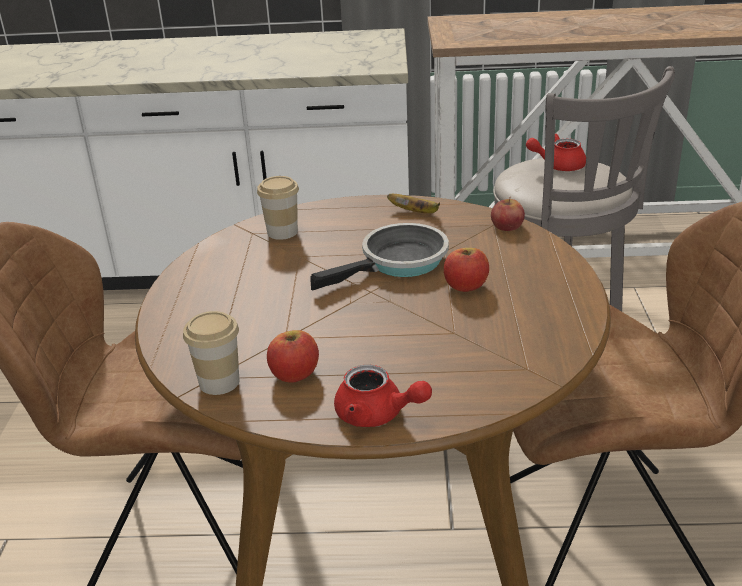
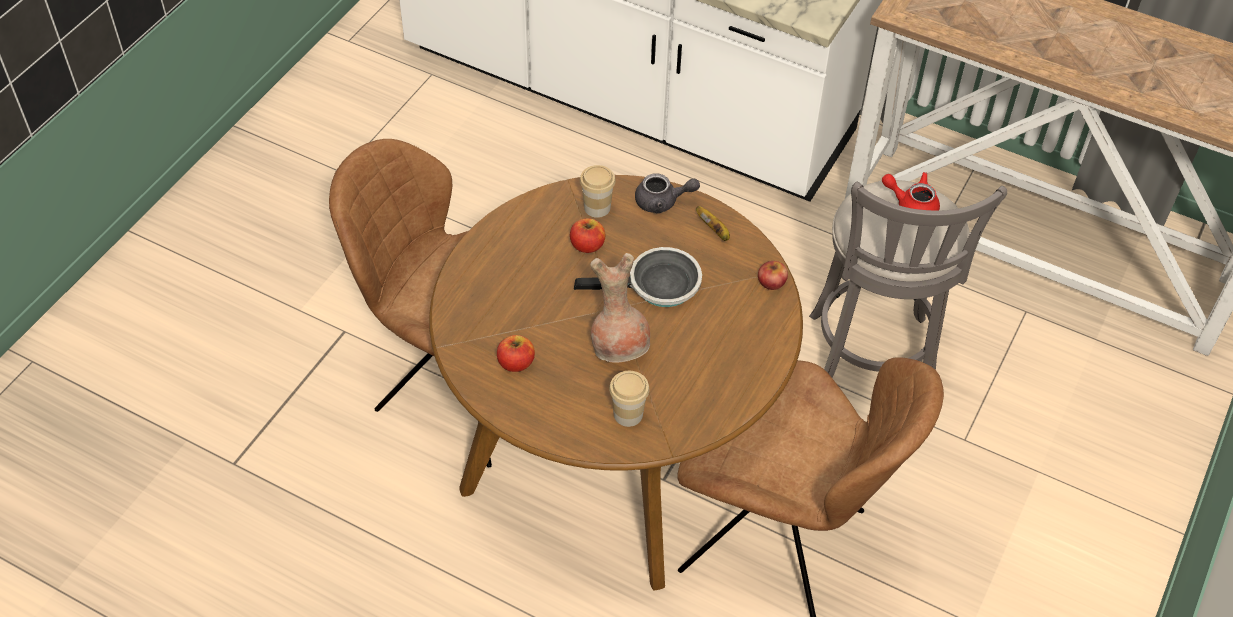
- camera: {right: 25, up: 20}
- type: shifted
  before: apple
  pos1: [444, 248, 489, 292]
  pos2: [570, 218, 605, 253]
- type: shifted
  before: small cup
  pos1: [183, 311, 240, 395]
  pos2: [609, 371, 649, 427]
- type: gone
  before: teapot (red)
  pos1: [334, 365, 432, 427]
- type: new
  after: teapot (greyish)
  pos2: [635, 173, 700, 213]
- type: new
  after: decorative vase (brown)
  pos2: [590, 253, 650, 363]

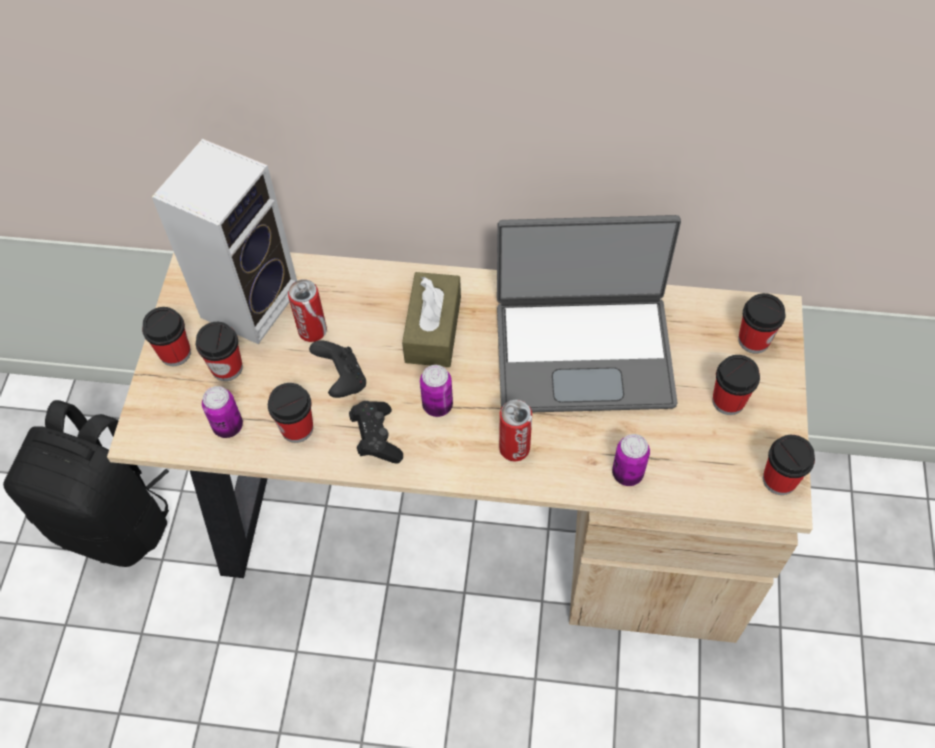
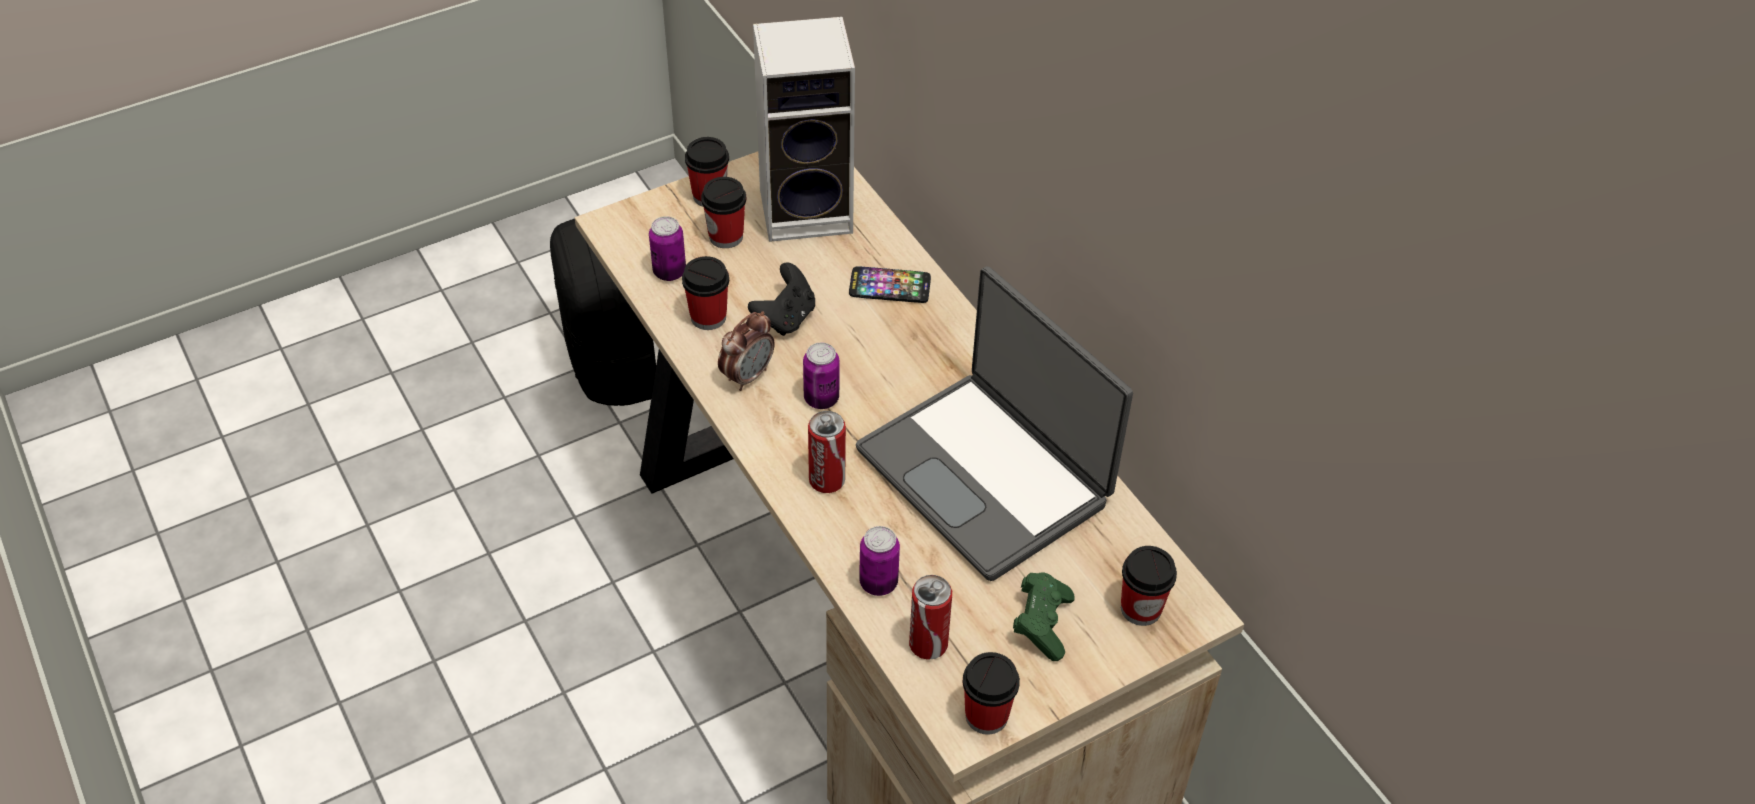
- camera: {right: 50, up: -10}
- type: gone
  before: box of tissues (brown)
  pos1: [402, 272, 461, 367]
- type: shifted
  before: metal can
  pos1: [288, 279, 327, 342]
  pos2: [909, 575, 952, 660]
- type: swapped
  before: small cup
  after: joypad (greenish)
  pos1: [712, 355, 760, 415]
  pos2: [1013, 573, 1075, 661]
- type: swapped
  before: joypad (blackish)
  after: bedside clock
  pos1: [349, 401, 403, 464]
  pos2: [718, 311, 775, 391]
- type: new
  after: telephone
  pos2: [849, 266, 931, 303]

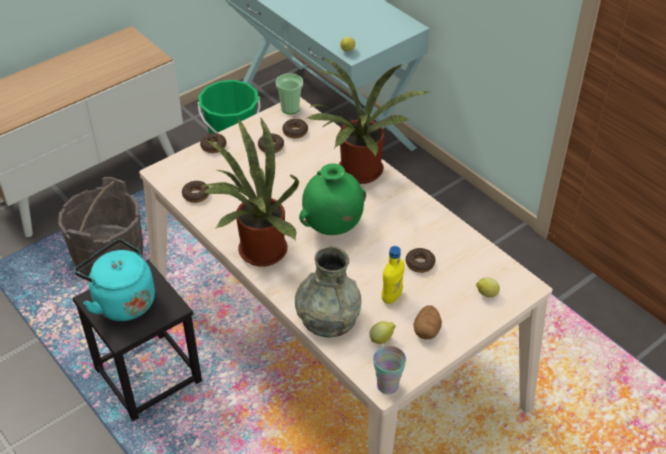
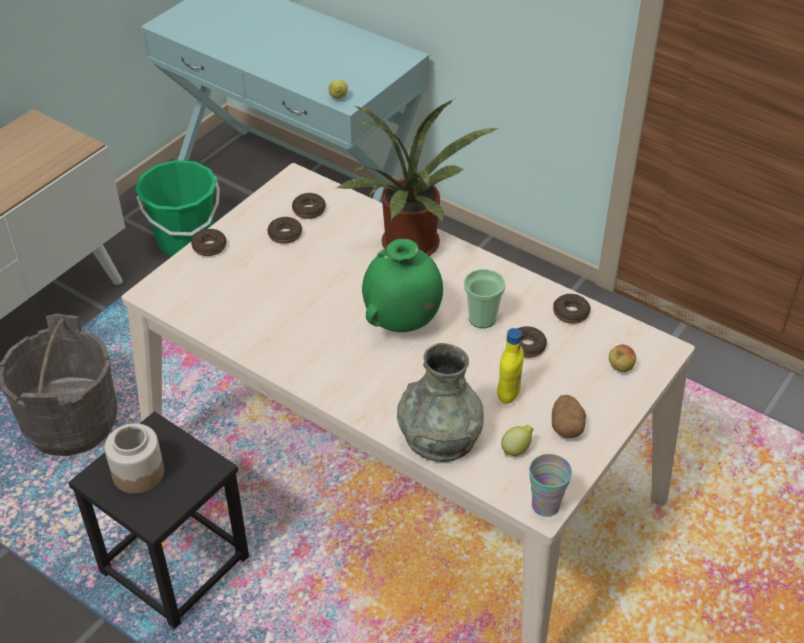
- camera: {right: -15, up: 0}
- type: shifted
  before: small cup
  pos1: [276, 73, 303, 114]
  pos2: [464, 269, 505, 328]
- type: gone
  before: potted plant
  pos1: [200, 117, 299, 267]
- type: shifted
  before: donut
  pos1: [182, 181, 209, 203]
  pos2: [553, 294, 591, 324]
- type: swapped
  before: kettle (turquoise-coloured)
  after: jar
  pos1: [74, 239, 155, 321]
  pos2: [104, 423, 164, 494]
- type: swapped
  before: whole lemon
  after: apple
  pos1: [476, 278, 500, 297]
  pos2: [609, 345, 636, 372]

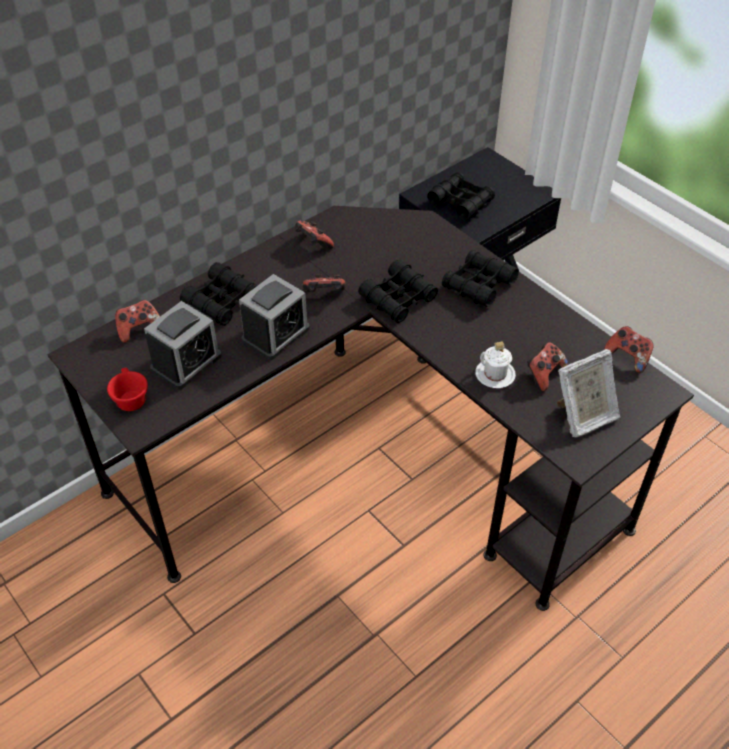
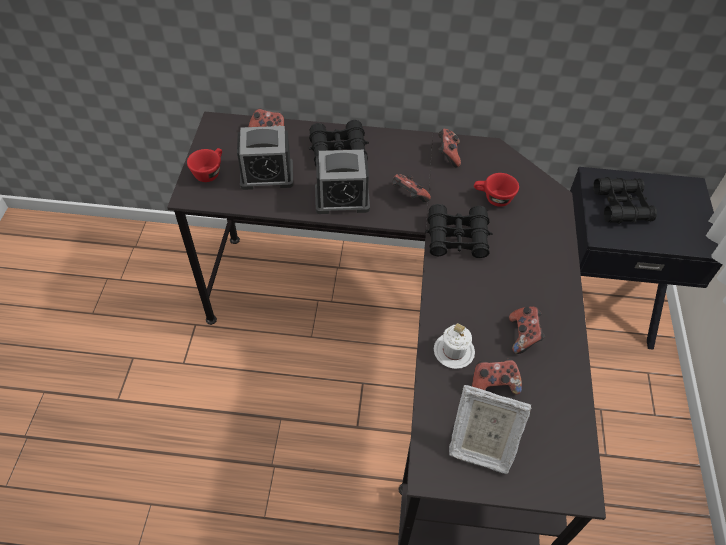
- camera: {right: 45, up: 5}
- type: gone
  before: field glasses (blackish)
  pos1: [442, 250, 519, 307]
- type: shifted
  before: joypad
  pos1: [604, 326, 654, 373]
  pos2: [509, 307, 545, 354]
- type: new
  after: small cup (red)
  pos2: [474, 173, 519, 207]

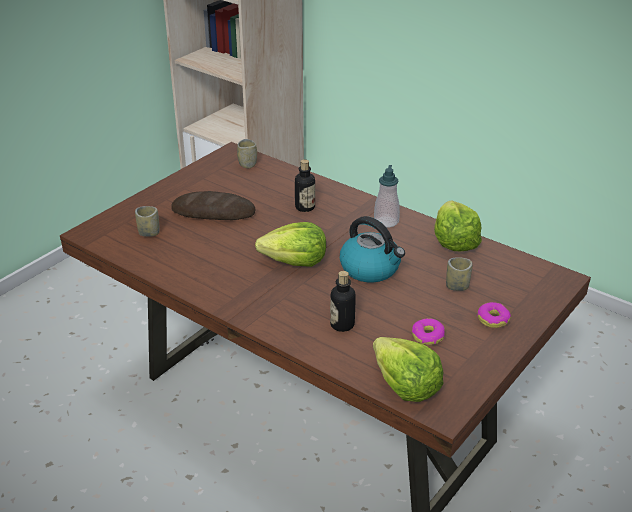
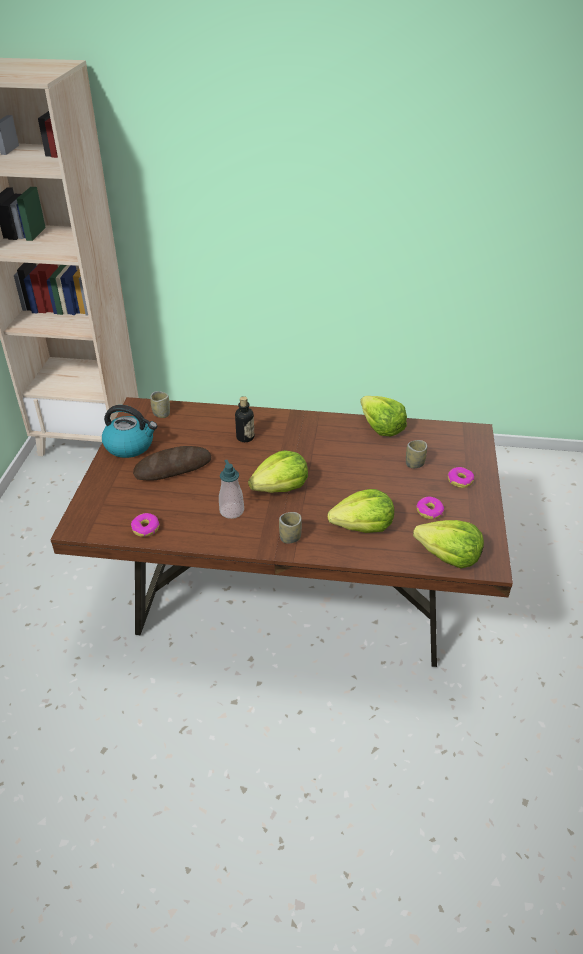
- camera: {right: -30, up: 5}
- type: shifted
  before: liquid soap bottle
  pos1: [374, 165, 400, 228]
  pos2: [219, 460, 244, 519]
- type: shifted
  before: small cup
  pos1: [135, 206, 160, 237]
  pos2: [279, 512, 302, 544]
- type: shifted
  before: kettle
  pos1: [340, 216, 405, 283]
  pos2: [102, 405, 157, 458]
- type: swapped
  before: bottle
  after: lettuce
  pos1: [330, 271, 356, 332]
  pos2: [328, 489, 394, 533]
- type: new
  after: donut
  pos2: [131, 513, 160, 537]

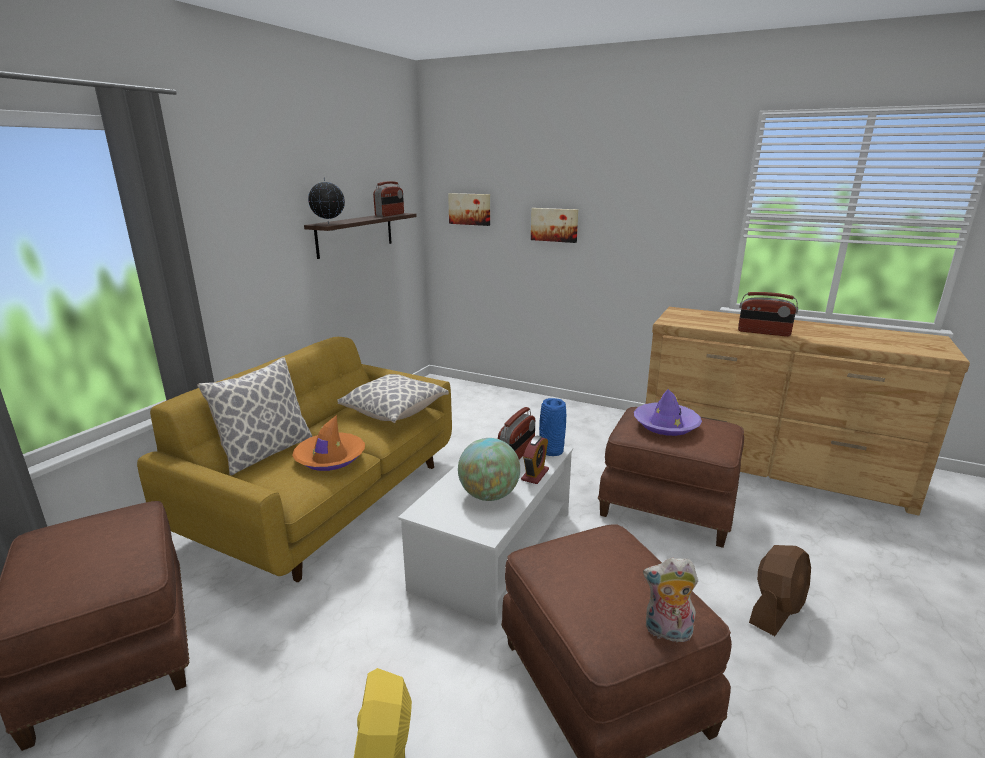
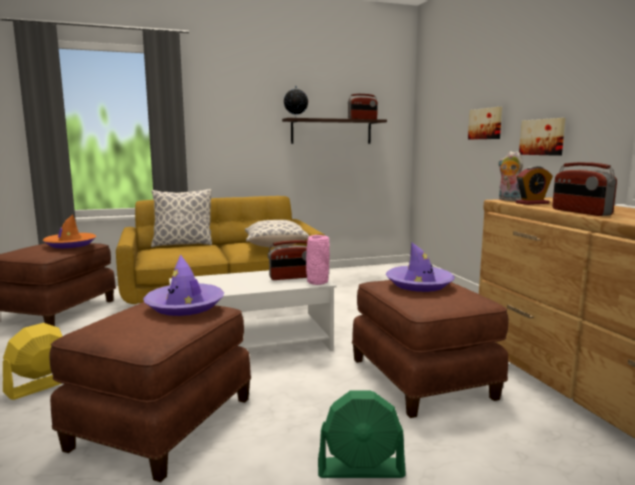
- camera: {right: 45, up: -10}
- type: shifted
  before: picture
  pos1: [448, 193, 490, 226]
  pos2: [519, 118, 566, 156]
- type: repainted
  before: decorative vase (bluish)
  after: decorative vase (pink)
  pos1: [539, 398, 566, 456]
  pos2: [306, 235, 330, 285]
- type: shifted
  before: wearable hat (orange)
  pos1: [292, 415, 365, 471]
  pos2: [43, 214, 96, 248]
- type: shifted
  before: bedside clock
  pos1: [521, 436, 549, 484]
  pos2: [516, 166, 553, 205]
- type: gone
  before: globe
  pos1: [458, 438, 520, 501]
- type: repainted
  before: cooling fan (brown)
  after: cooling fan (greenish)
  pos1: [749, 545, 811, 636]
  pos2: [318, 390, 406, 478]
- type: shifted
  before: plush toy
  pos1: [643, 558, 698, 643]
  pos2: [498, 151, 523, 201]
- type: new
  after: wearable hat (purple)
  pos2: [143, 254, 224, 316]

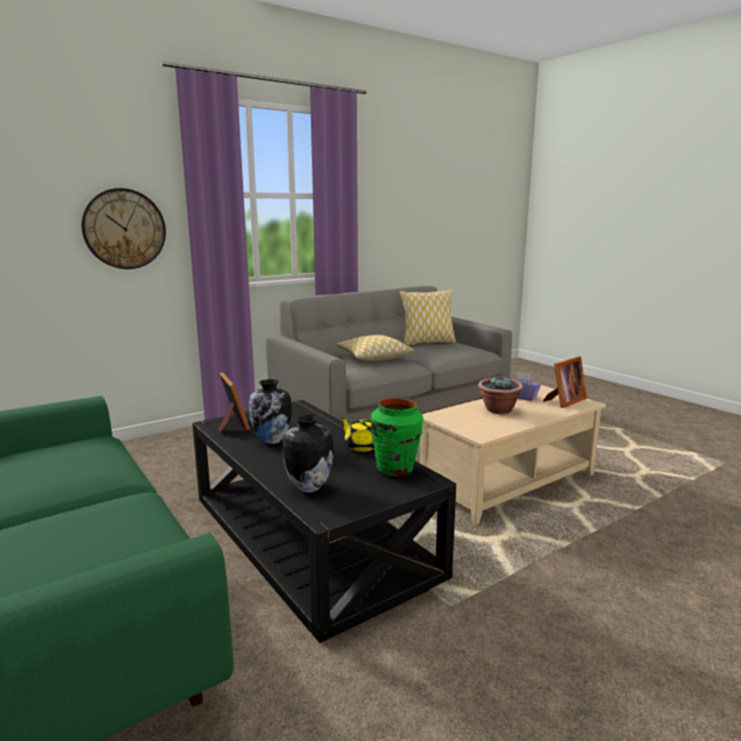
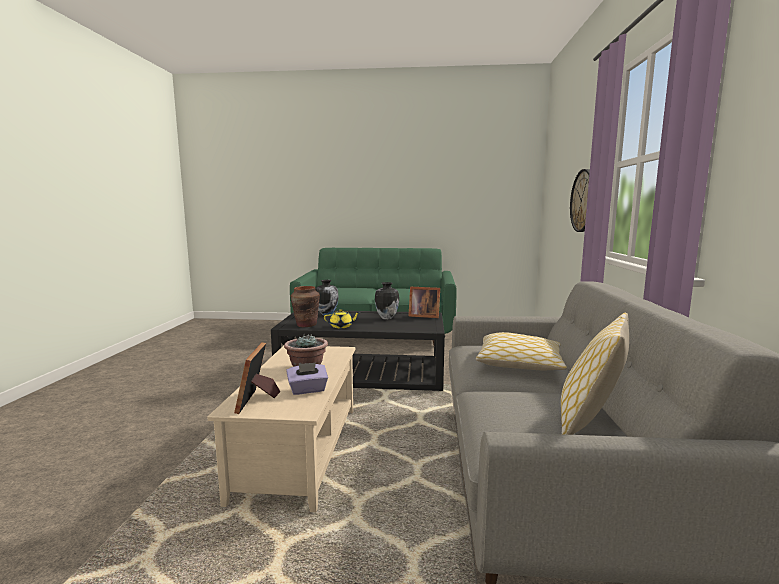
- camera: {right: 130, up: -5}
- type: repainted
  before: decorative vase (greenish)
  after: decorative vase (brown)
  pos1: [371, 398, 423, 476]
  pos2: [290, 286, 320, 327]

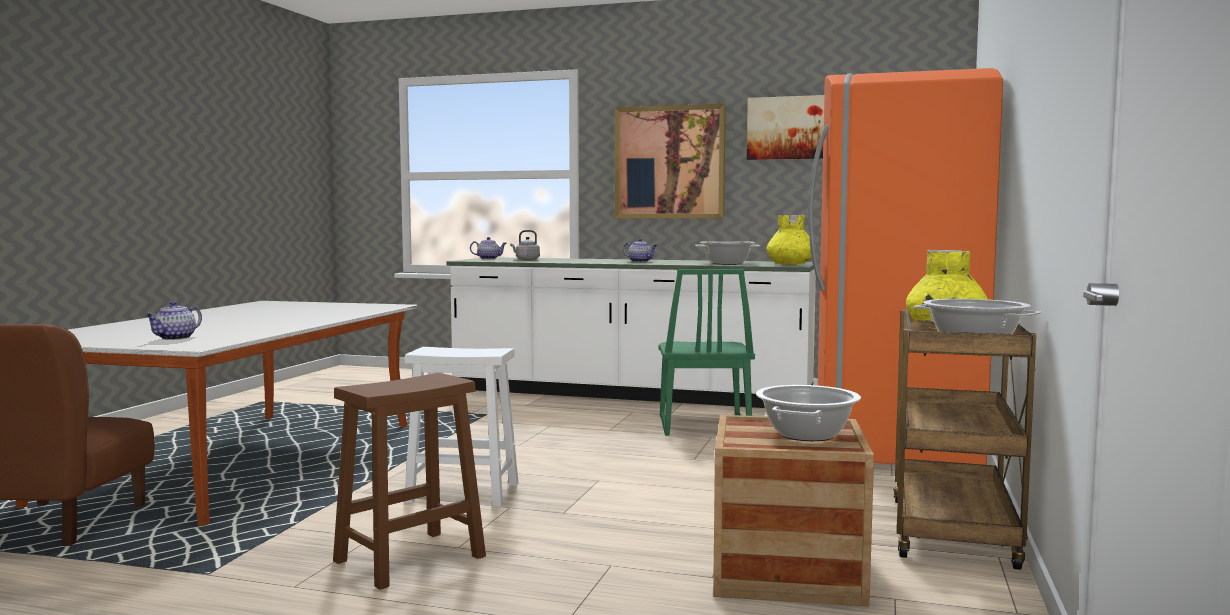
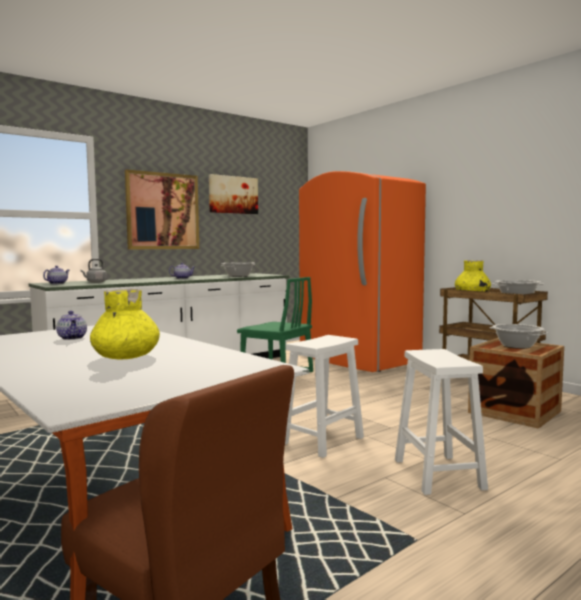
- camera: {right: -55, up: 0}
- type: shifted
  before: decorative vase (yellow)
  pos1: [766, 215, 816, 265]
  pos2: [90, 288, 160, 360]
- type: shifted
  before: teapot
  pos1: [145, 301, 202, 340]
  pos2: [56, 311, 87, 340]
- type: repainted
  before: sitting stool (brown)
  after: sitting stool (whitish)
  pos1: [333, 373, 486, 590]
  pos2: [395, 349, 488, 495]

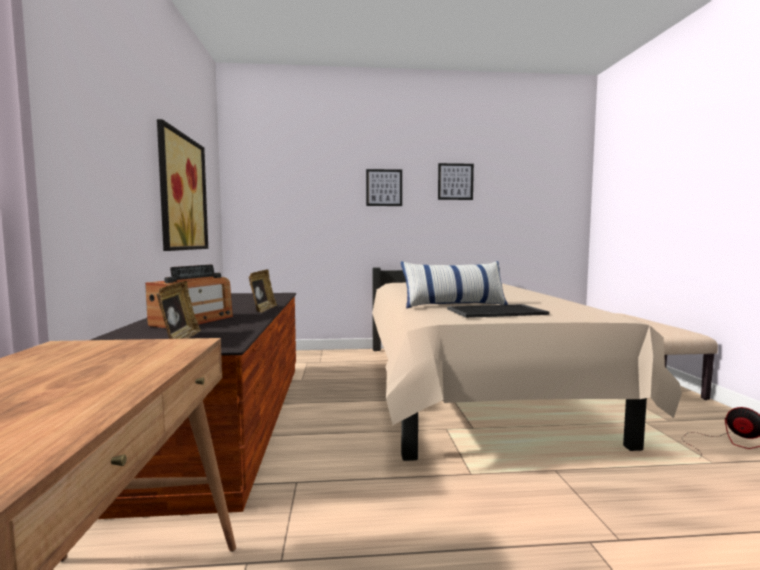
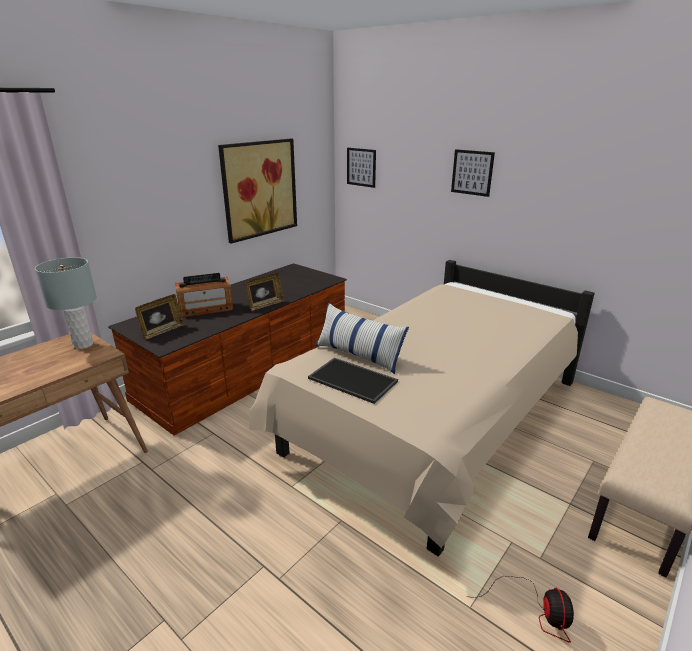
- camera: {right: 45, up: 20}
- type: shifted
  before: picture
  pos1: [438, 163, 474, 200]
  pos2: [347, 148, 376, 188]
- type: new
  after: tabletop lamp (greyish)
  pos2: [35, 257, 97, 349]

